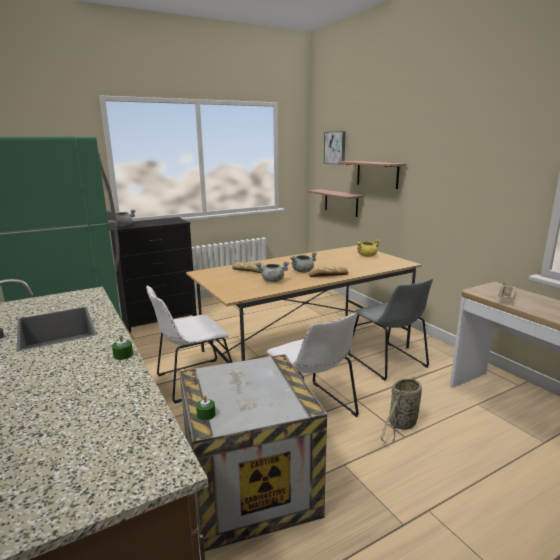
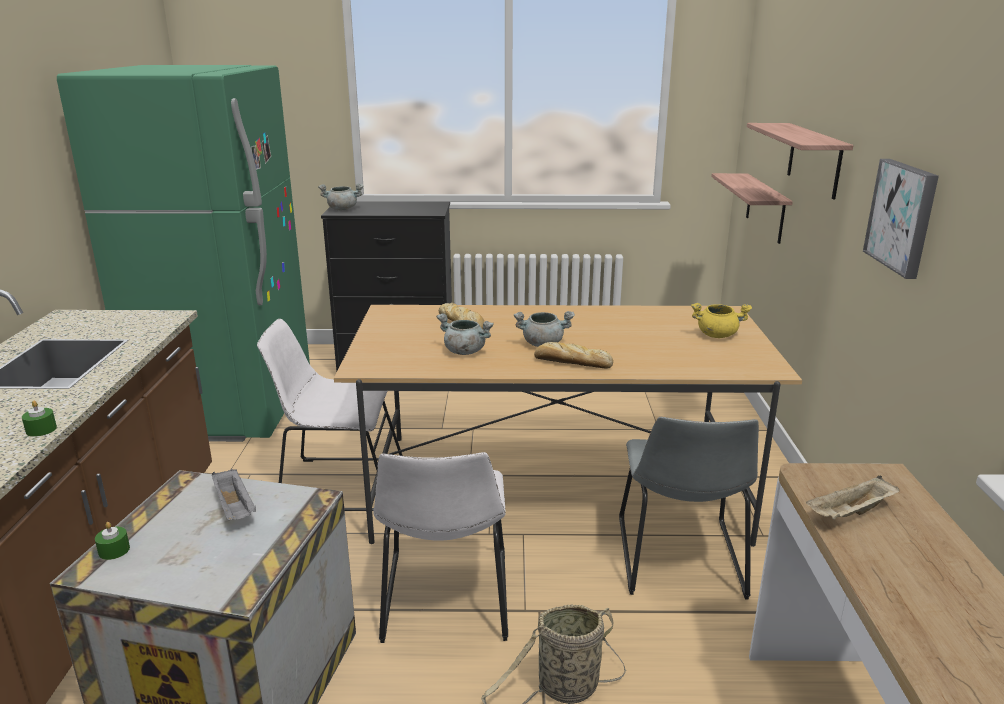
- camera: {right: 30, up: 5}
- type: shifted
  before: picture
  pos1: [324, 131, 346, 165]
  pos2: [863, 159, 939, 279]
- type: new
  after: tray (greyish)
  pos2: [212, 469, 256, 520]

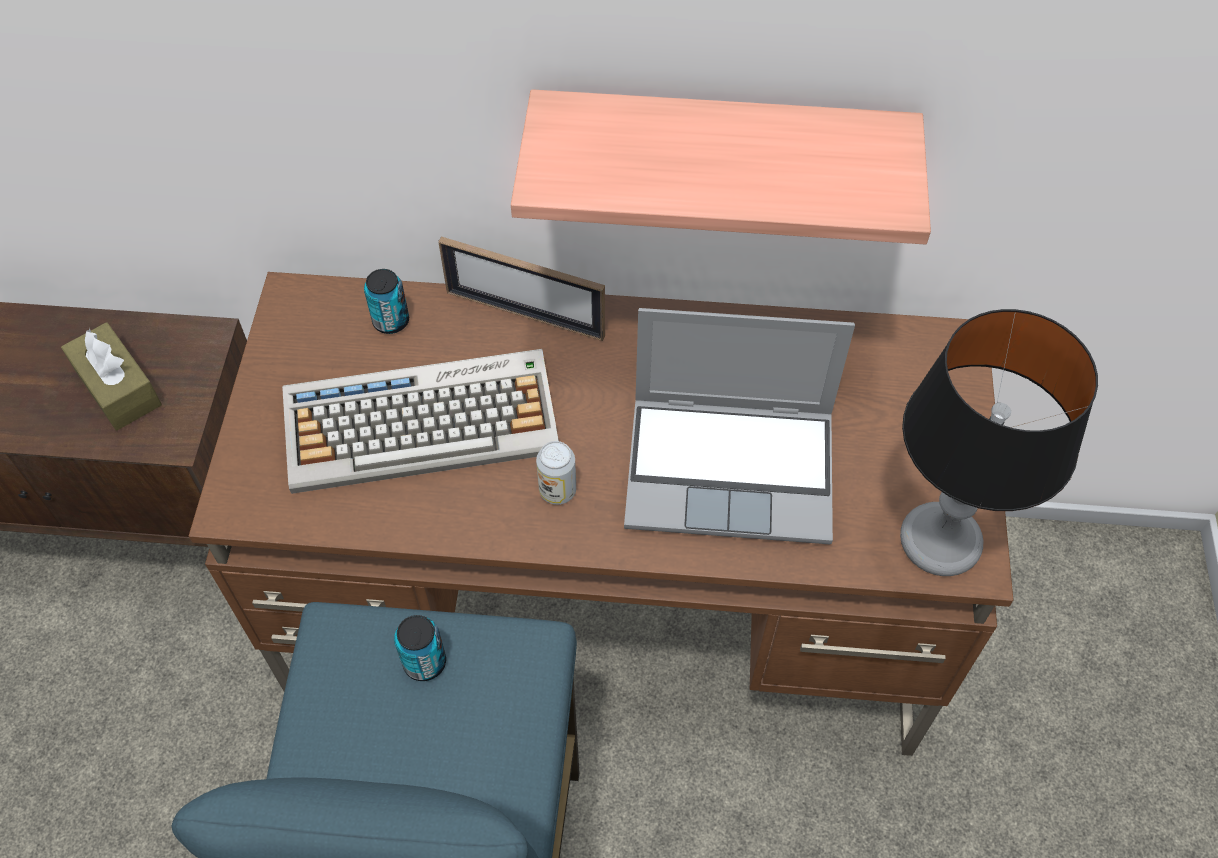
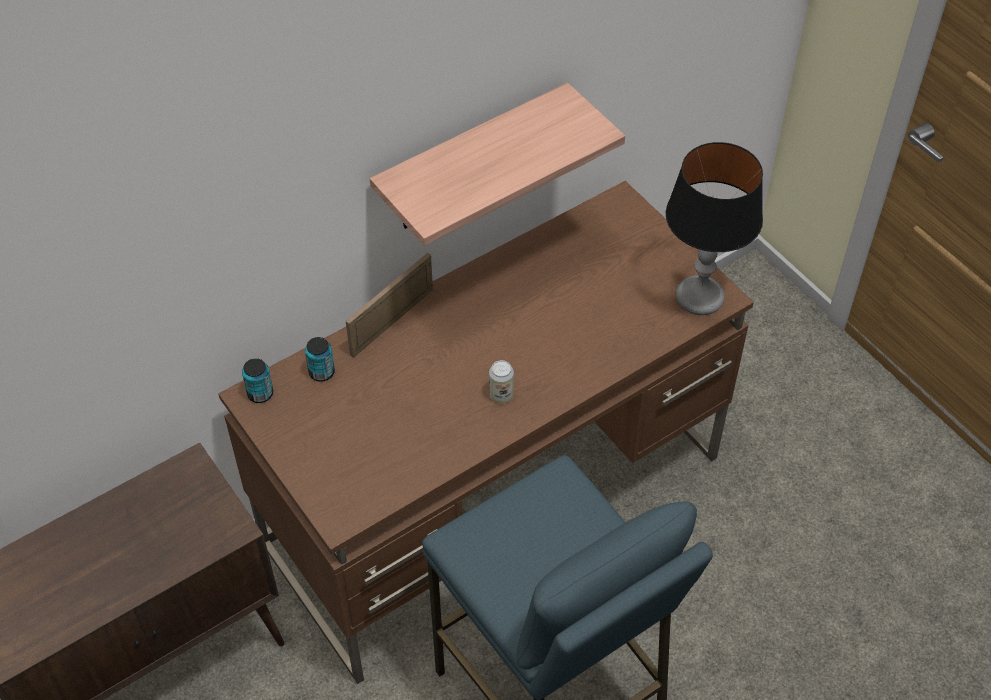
- camera: {right: -40, up: -5}
- type: rotated
  before: picture frame
  pos1: [438, 236, 605, 341]
  pos2: [346, 253, 433, 358]
  turn: 150
- type: gone
  before: notebook computer
  pos1: [624, 308, 855, 544]
- type: gone
  before: box of tissues (brown)
  pos1: [61, 322, 162, 430]
- type: gone
  before: computer keyboard
  pos1: [282, 349, 559, 494]
- type: shifted
  before: metal can
  pos1: [394, 615, 446, 681]
  pos2: [242, 358, 273, 403]

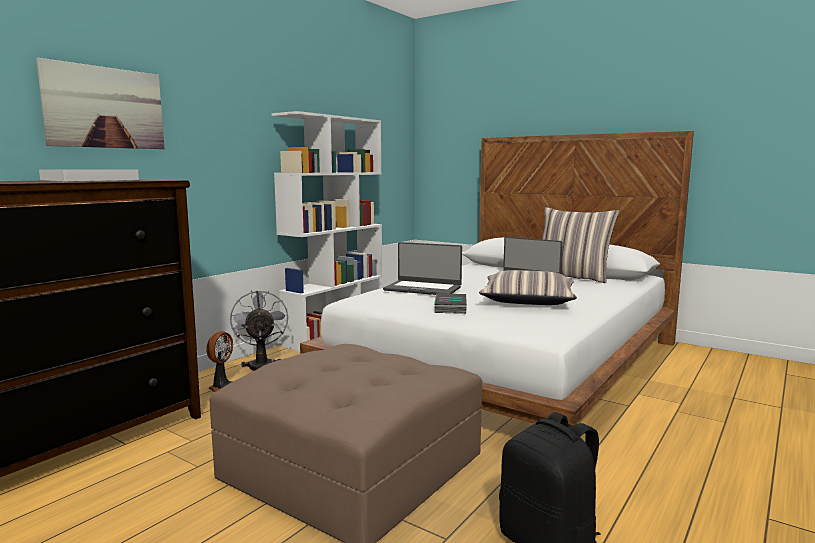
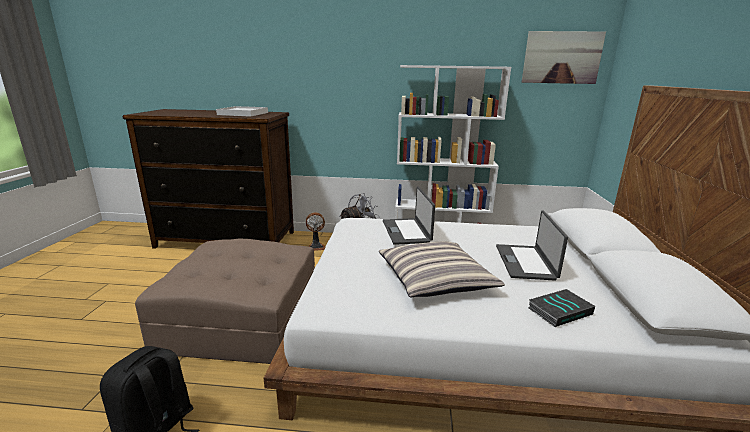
- camera: {right: 60, up: 10}
- type: shifted
  before: picture
  pos1: [36, 58, 164, 149]
  pos2: [522, 31, 606, 84]
- type: gone
  before: throw pillow
  pos1: [542, 207, 619, 283]
- type: shifted
  before: book
  pos1: [434, 294, 467, 314]
  pos2: [528, 289, 595, 327]

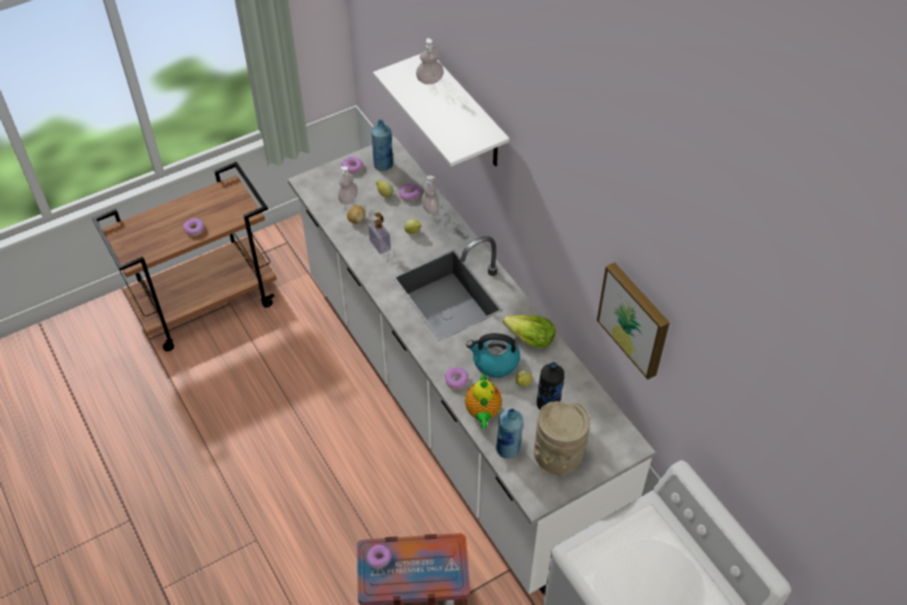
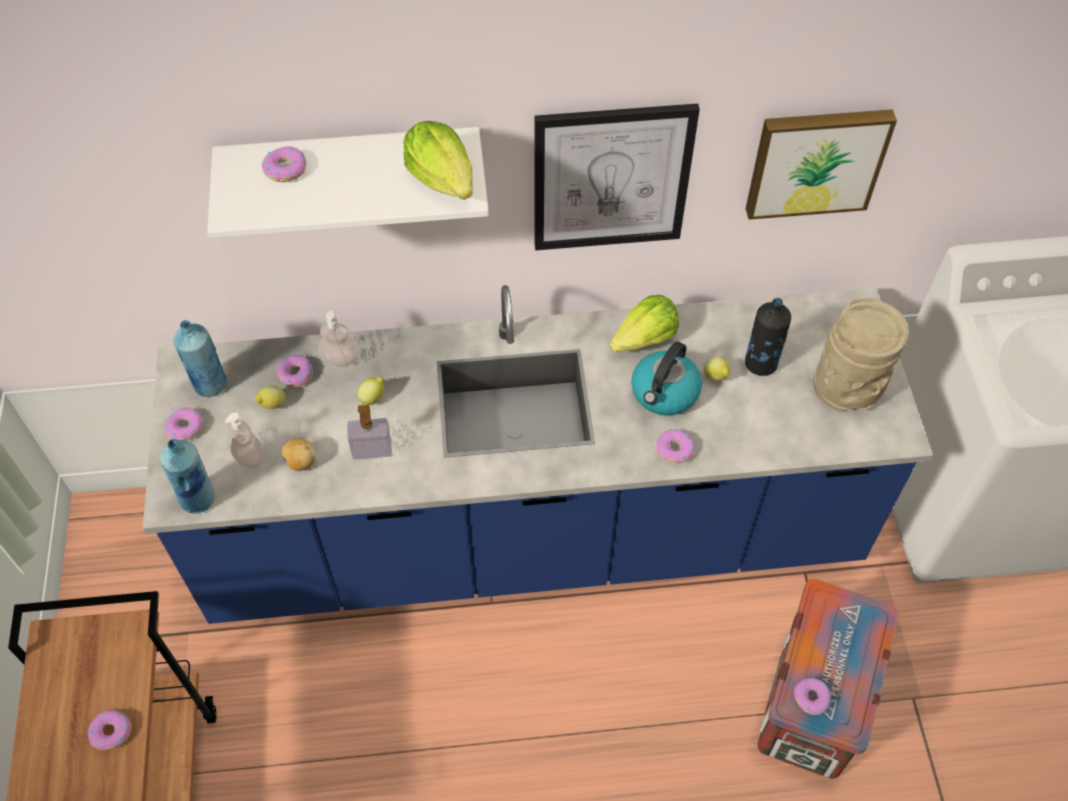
- camera: {right: -65, up: 5}
- type: swapped
  before: liquid soap bottle
  after: donut
  pos1: [416, 38, 444, 84]
  pos2: [262, 146, 306, 182]
- type: repainted
  before: kitchen base unit (whitish)
  after: kitchen base unit (bluish)
  pos1: [288, 136, 655, 594]
  pos2: [143, 285, 933, 624]
- type: gone
  before: teapot
  pos1: [465, 373, 502, 429]
- type: shifted
  before: bottle (bluish)
  pos1: [496, 408, 523, 459]
  pos2: [160, 439, 215, 514]
- type: new
  after: picture
  pos2: [534, 104, 700, 250]
- type: new
  after: lettuce
  pos2: [403, 121, 473, 200]

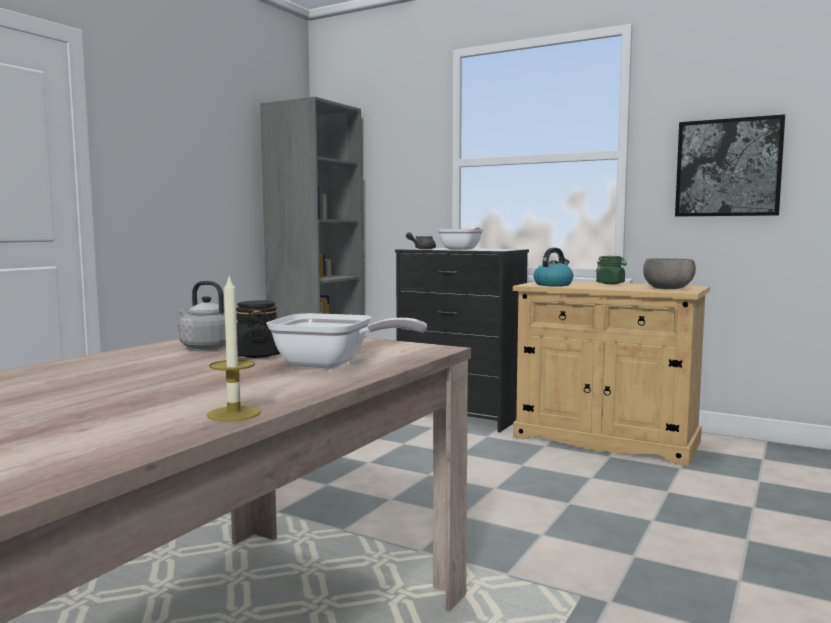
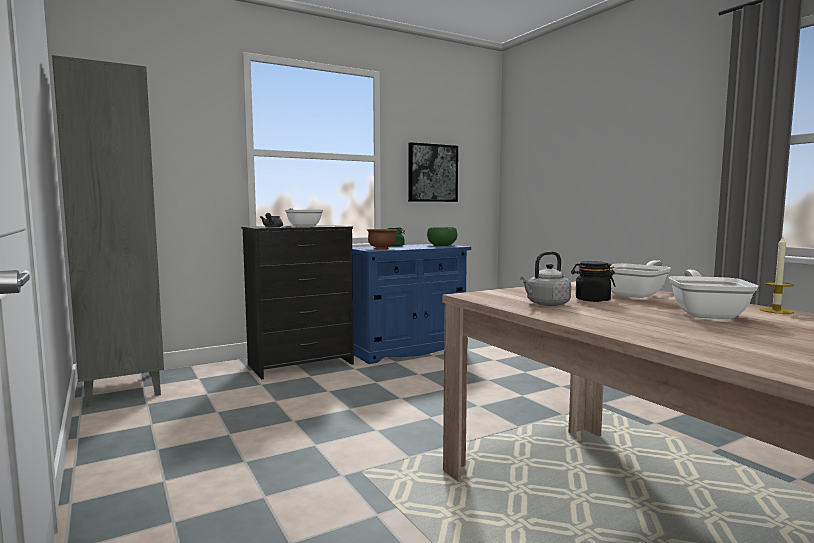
- camera: {right: -60, up: 0}
- type: swapped
  before: kettle
  after: bowl (brown)
  pos1: [534, 248, 573, 286]
  pos2: [366, 229, 397, 250]
- type: repainted
  before: bowl (greyish)
  after: bowl (greenish)
  pos1: [643, 258, 696, 289]
  pos2: [427, 227, 457, 246]
- type: repainted
  before: cabinet (beige)
  after: cabinet (bluish)
  pos1: [513, 281, 710, 466]
  pos2: [352, 244, 471, 364]
- type: new
  after: pan
  pos2: [669, 270, 759, 319]

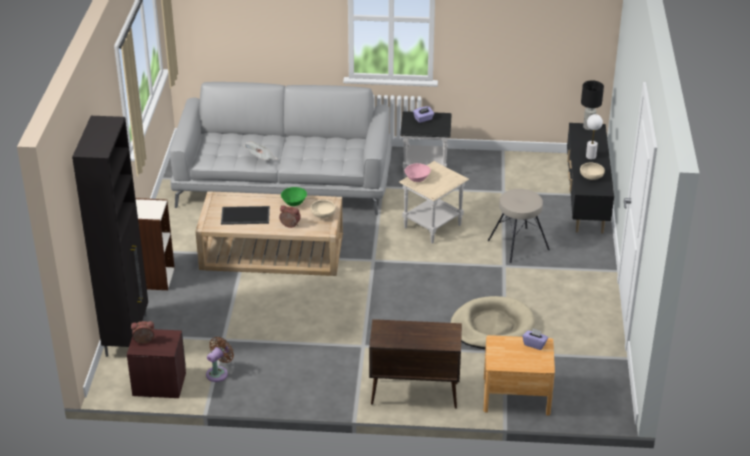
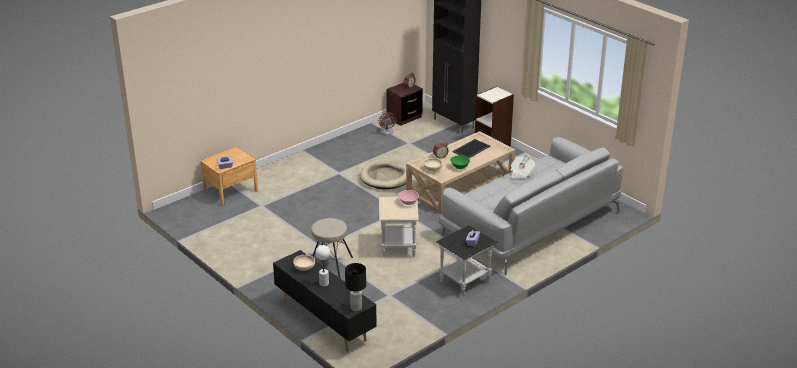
- camera: {right: 135, up: -5}
- type: shifted
  before: pet bed (beige)
  pos1: [451, 296, 535, 349]
  pos2: [360, 159, 406, 189]
- type: gone
  before: cabinet (brown)
  pos1: [369, 319, 462, 409]

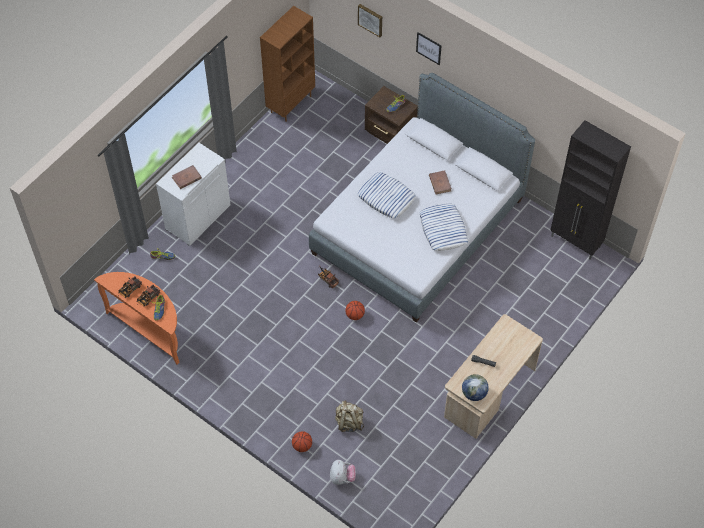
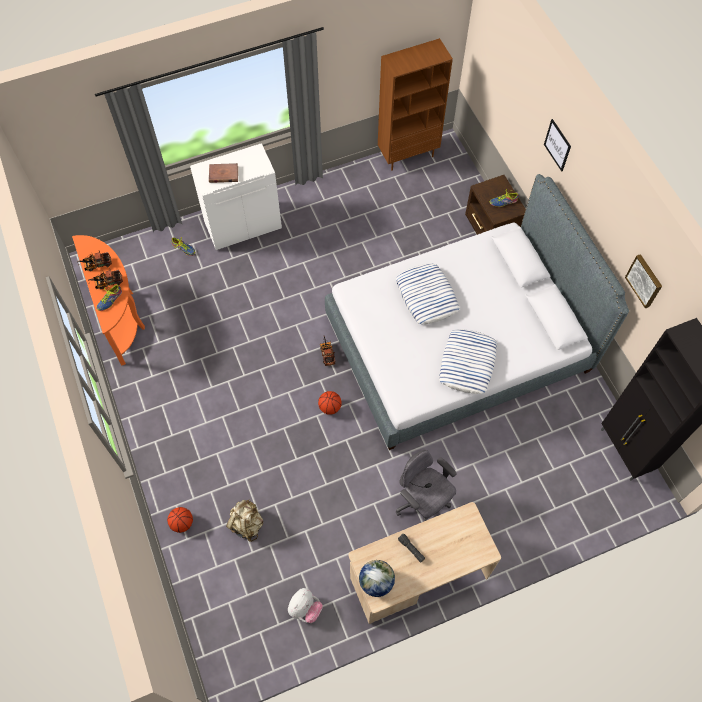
- camera: {right: 30, up: 5}
- type: shifted
  before: picture
  pos1: [358, 4, 382, 37]
  pos2: [625, 254, 662, 308]
- type: gone
  before: book (brown)
  pos1: [429, 170, 452, 194]
- type: shifted
  before: plush toy
  pos1: [330, 460, 356, 485]
  pos2: [288, 588, 323, 623]
- type: new
  after: computer chair (greyish)
  pos2: [396, 450, 457, 521]

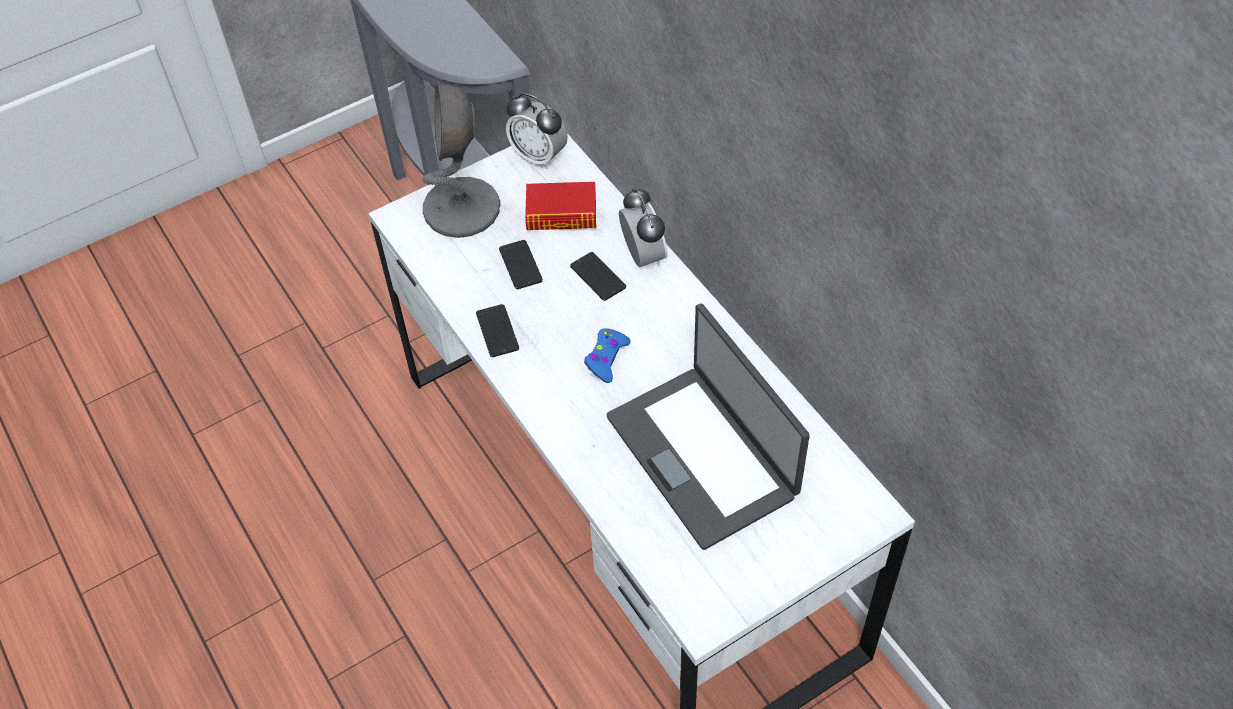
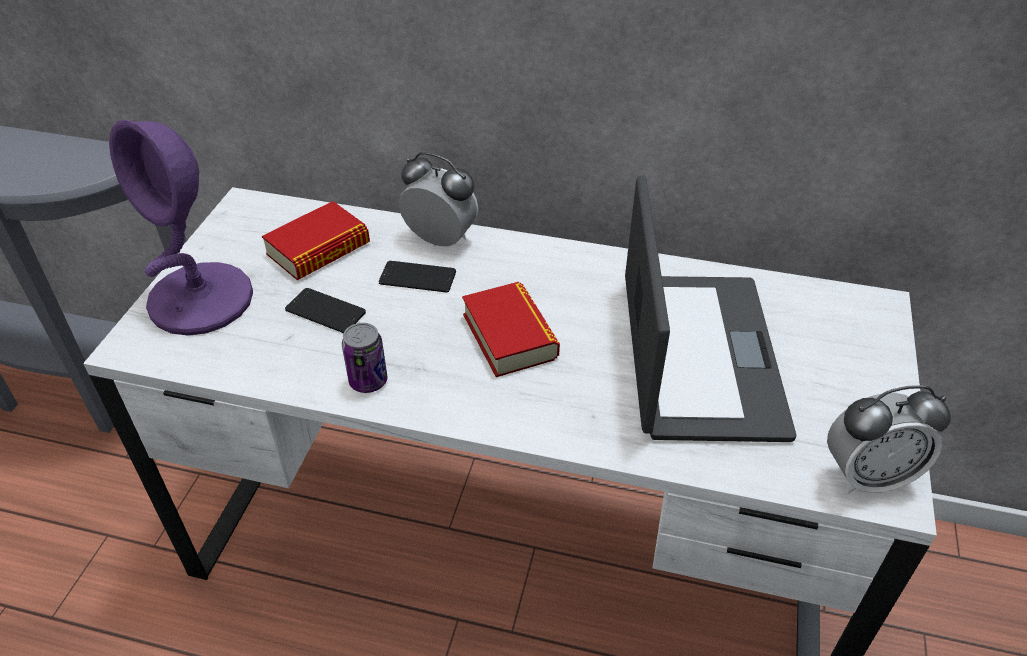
- camera: {right: -45, up: -10}
- type: repainted
  before: tabletop lamp (greyish)
  after: tabletop lamp (purple)
  pos1: [422, 81, 500, 238]
  pos2: [109, 120, 253, 336]
- type: shifted
  before: bedside clock
  pos1: [506, 93, 568, 169]
  pos2: [827, 385, 951, 493]
- type: swapped
  before: telephone
  after: metal can
  pos1: [476, 304, 519, 357]
  pos2: [342, 323, 387, 393]
- type: rotated
  before: notebook computer
  pos1: [606, 304, 810, 550]
  pos2: [625, 175, 796, 442]
  turn: -105
- type: swapped
  before: joypad (bluish)
  after: book
  pos1: [584, 328, 631, 383]
  pos2: [462, 282, 560, 377]

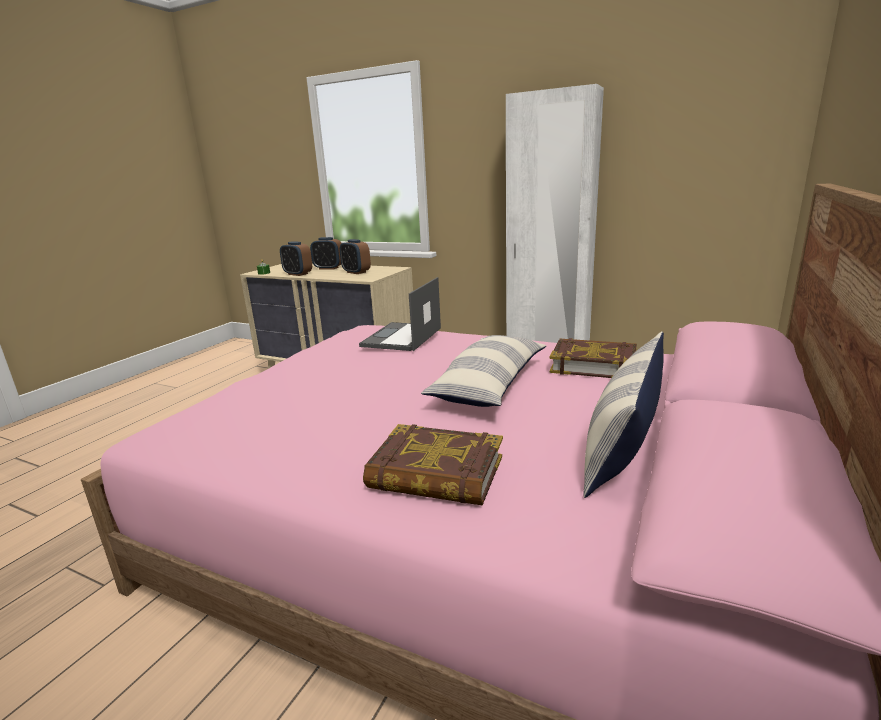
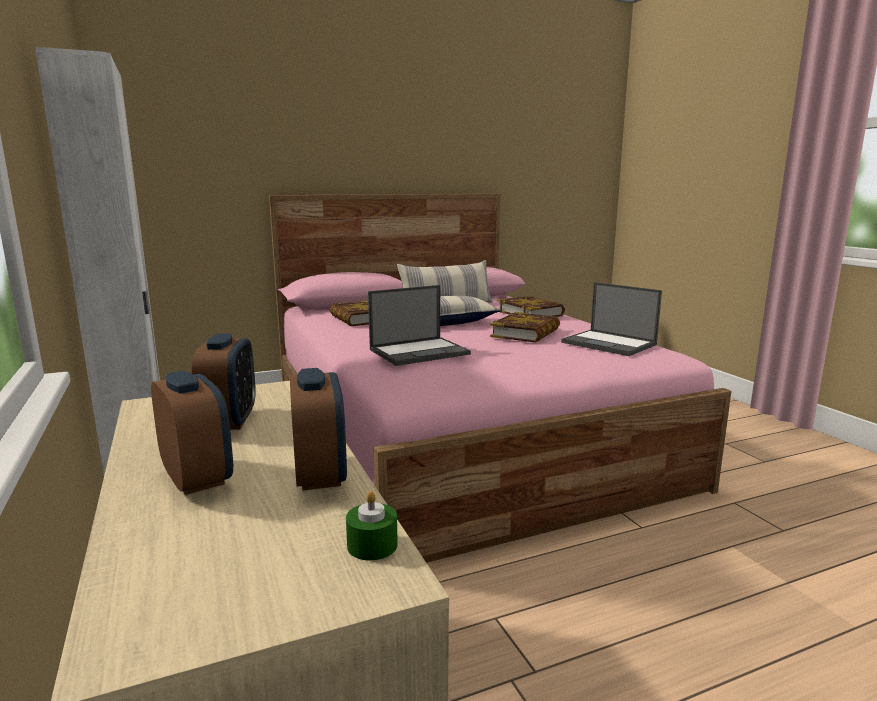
- camera: {right: -140, up: -5}
- type: new
  after: notebook computer
  pos2: [561, 282, 662, 356]
- type: new
  after: book
  pos2: [490, 312, 560, 343]

